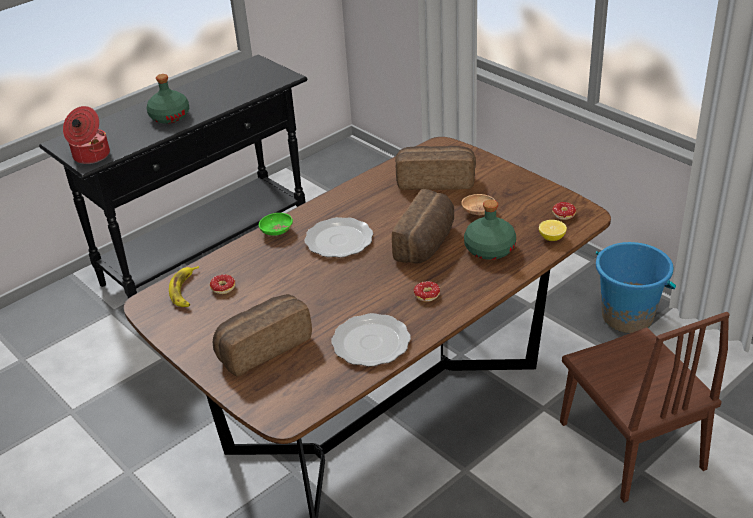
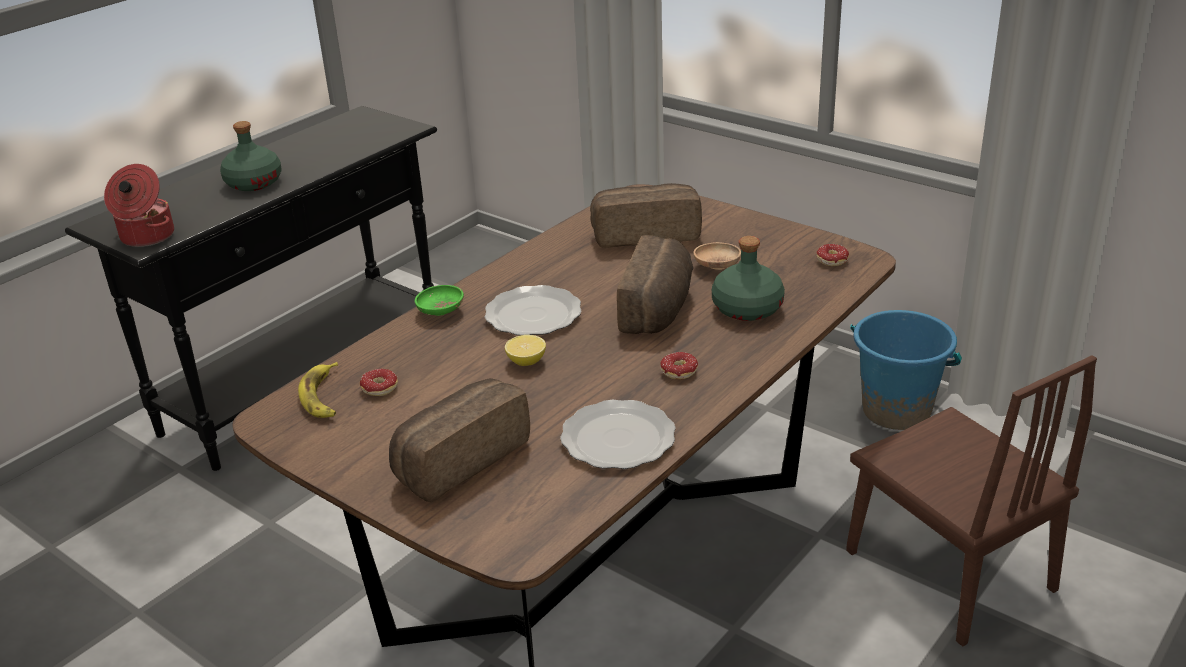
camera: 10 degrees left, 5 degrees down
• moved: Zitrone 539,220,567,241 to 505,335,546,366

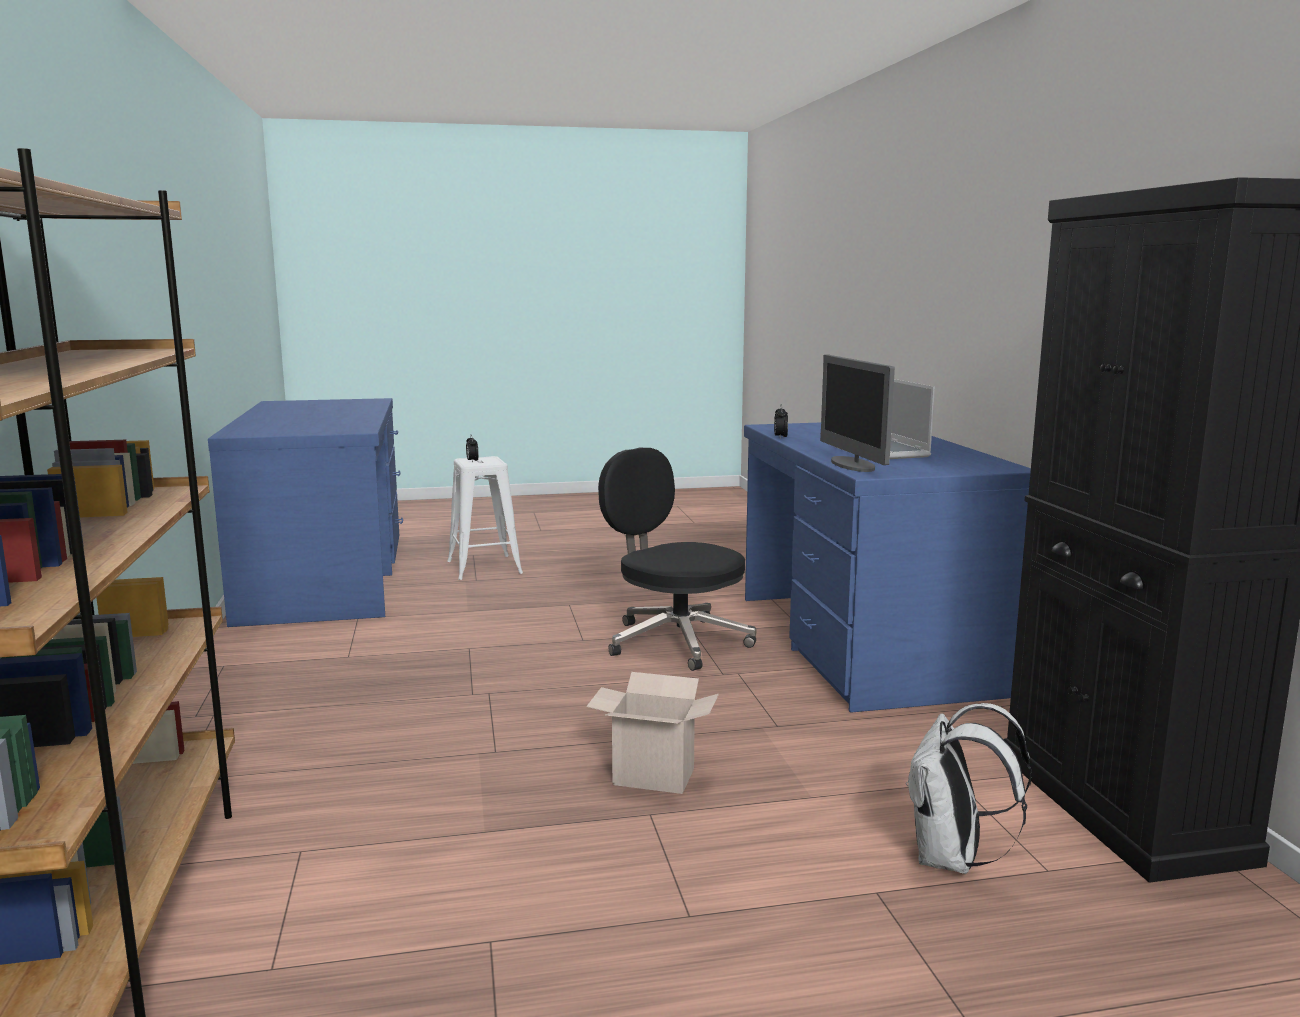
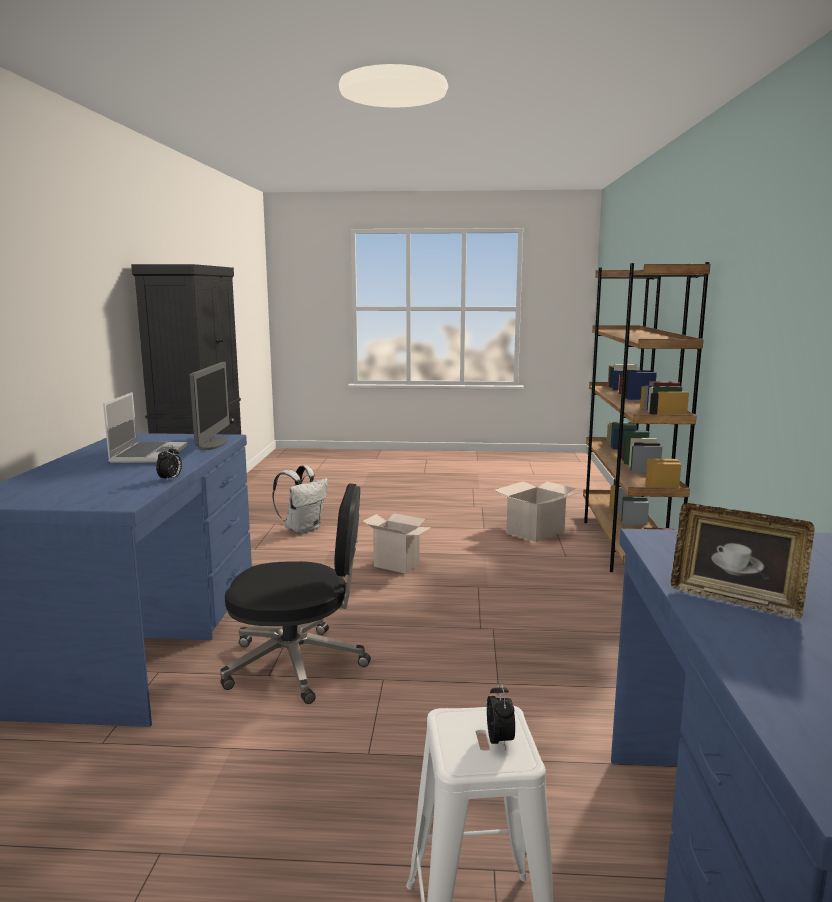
camera: 165 degrees left, 0 degrees up
• turned: Bürostuhl [schwarz] 598,448,757,671 = 220,483,371,704 60 degrees counterclockwise
• added: Karton 494,481,580,542
• added: Bilderrahmen 671,503,814,619

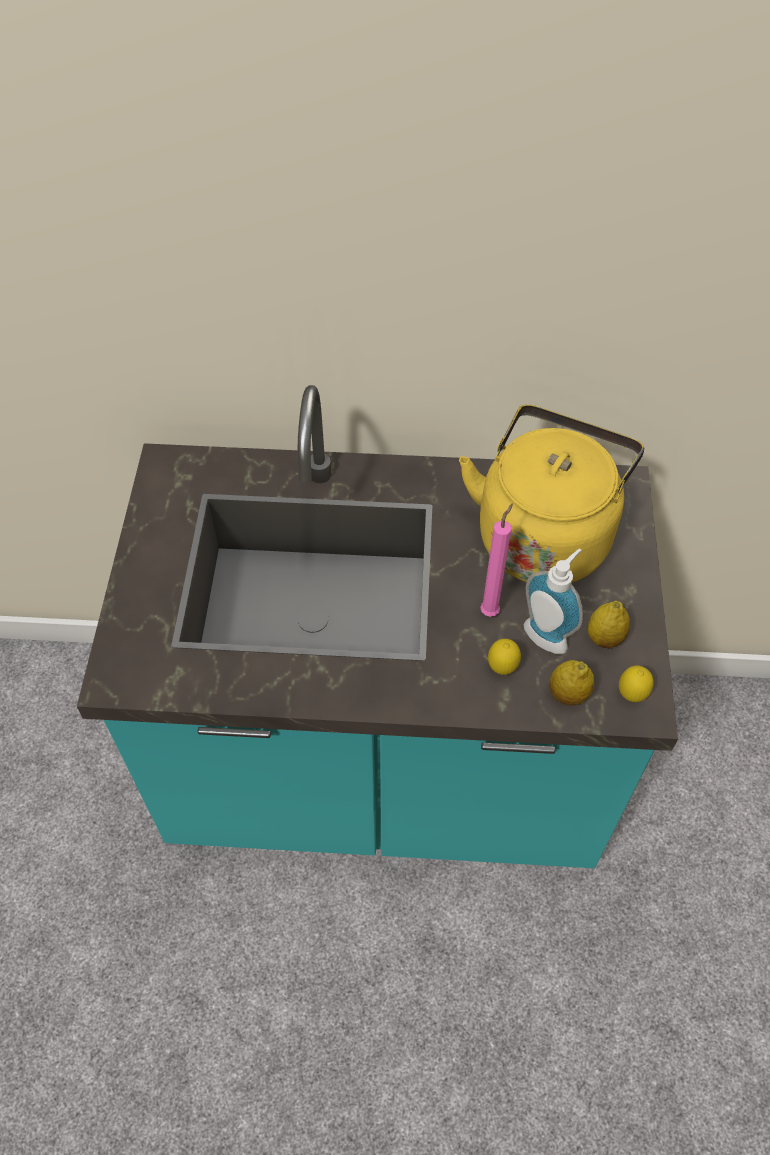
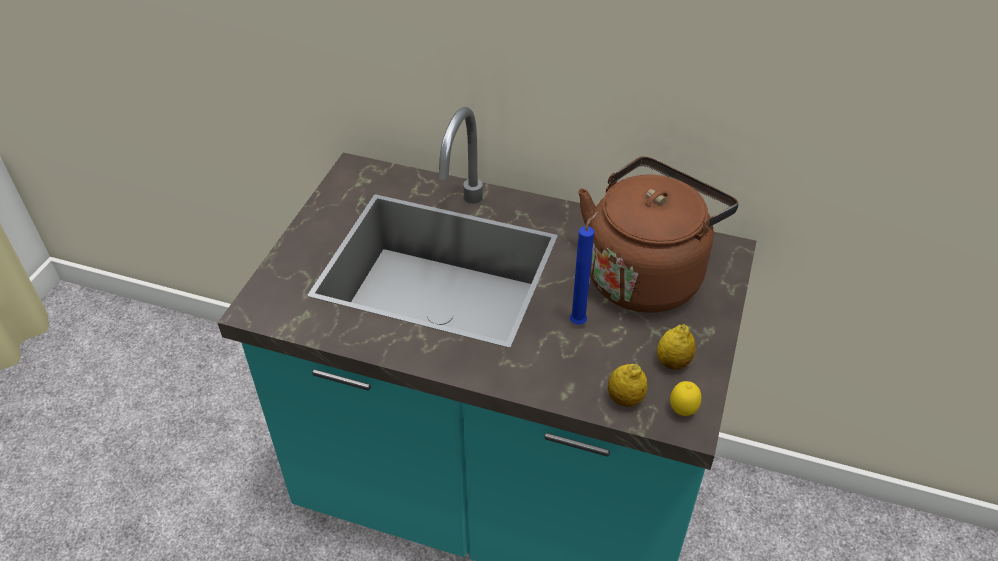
camera: 15 degrees right, 10 degrees down
• recoloured: Kerze [rosa] 480,503,513,617 to Kerze [blau] 570,212,598,325
• recoloured: Wasserkessel [gelb] 459,405,644,583 to Wasserkessel [braun] 578,157,739,313
• removed: Zitrone 488,639,521,675
• removed: Seifenspender 524,548,583,654

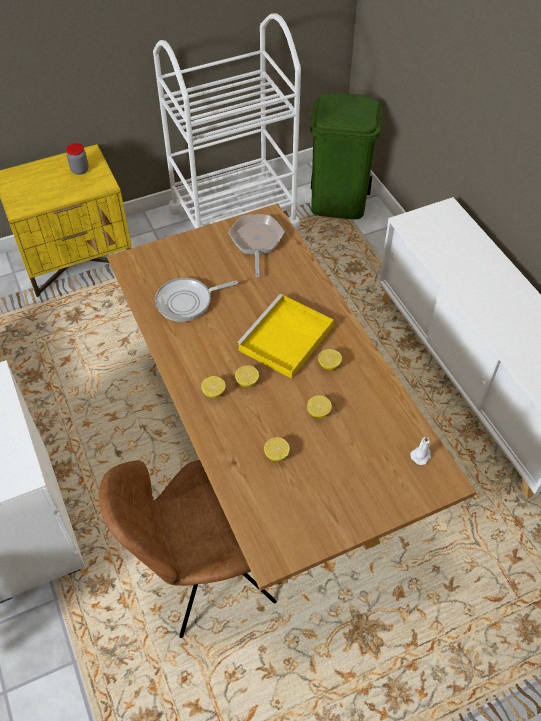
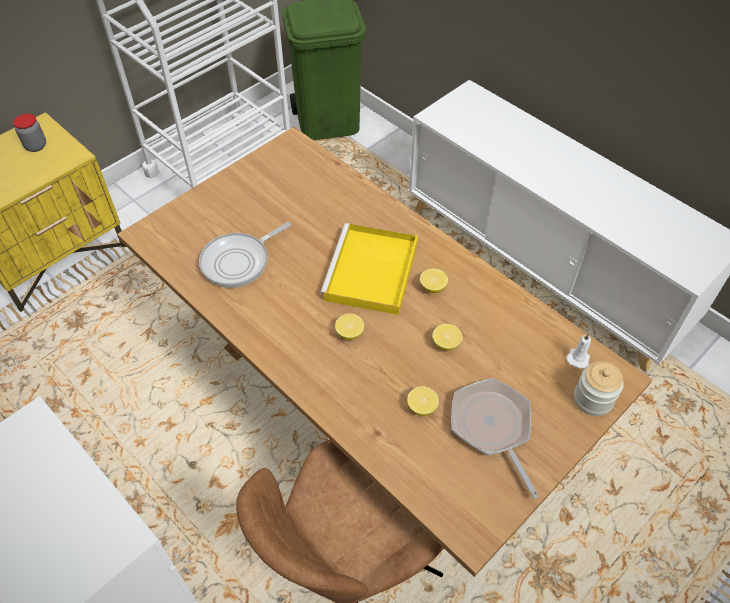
camera: 20 degrees left, 0 degrees up
• moved: Pfanne 228,215,285,278 to 451,378,539,499
• added: Vorratsglas 574,361,624,416
• removed: Zitrone 201,376,226,398

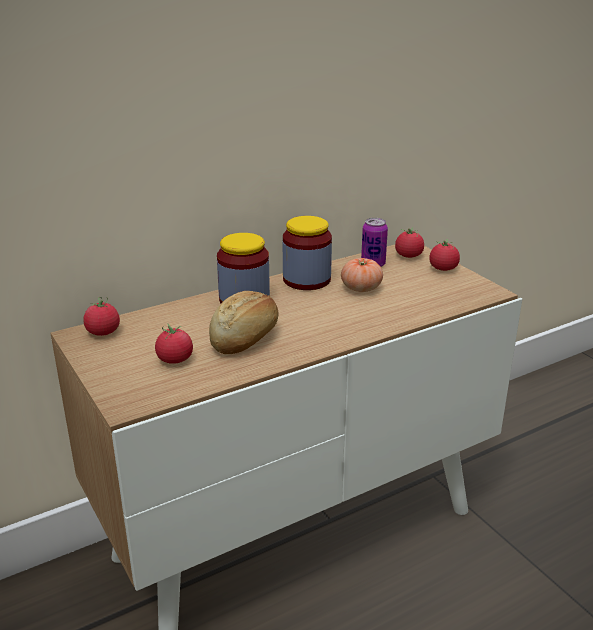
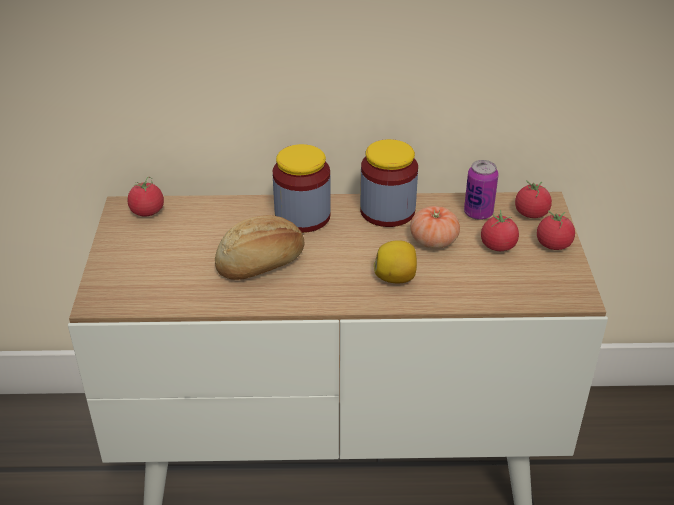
camera: 30 degrees right, 10 degrees up
• added: Zitrone 374,240,417,283
• moved: Tomate 155,324,193,364 to 481,210,519,251

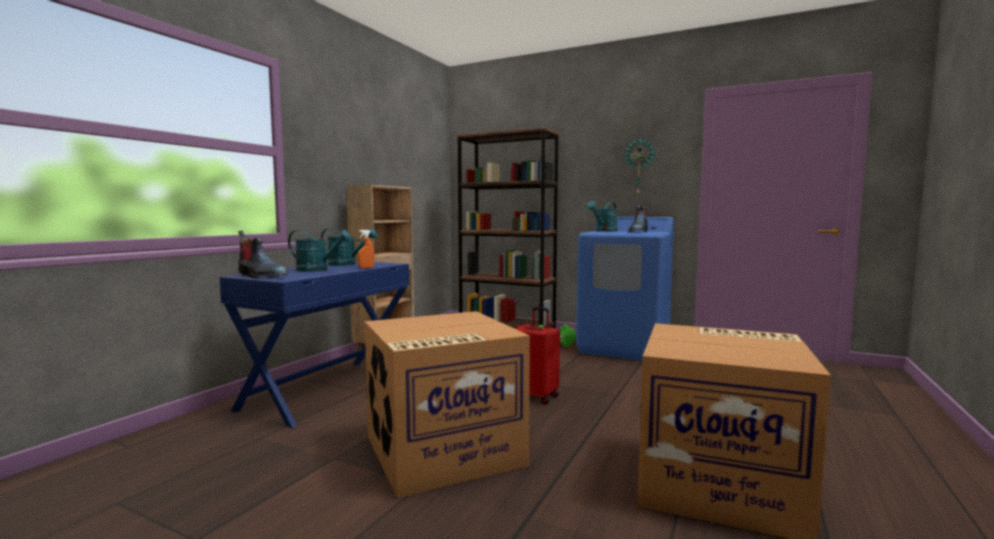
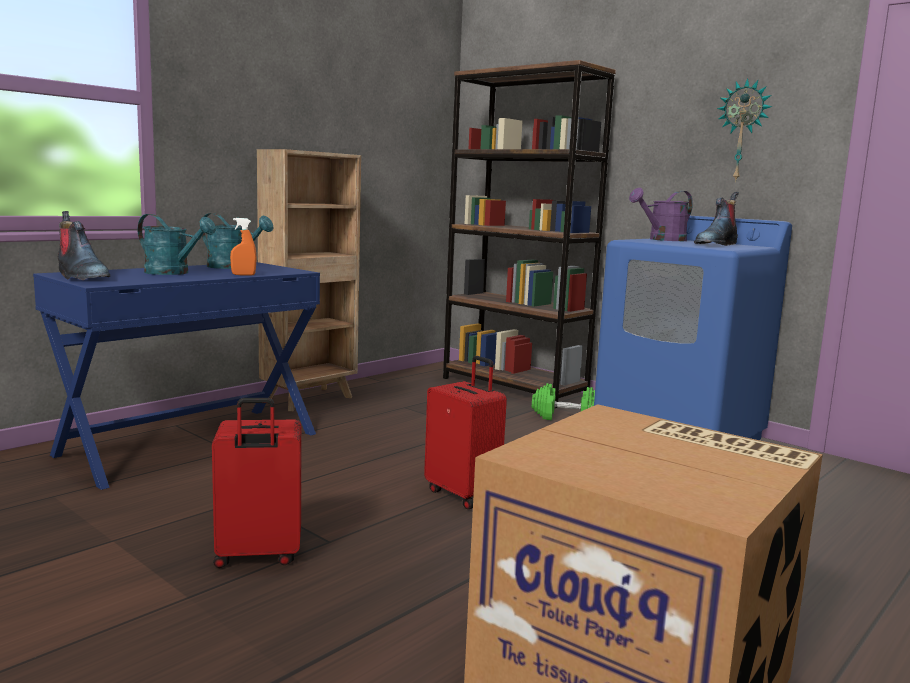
camera: 15 degrees right, 5 degrees up
• replaced: Karton 365,311,530,498 to Koffer [rot] 212,398,301,568
• recoloured: Gießkanne [türkis] 587,201,618,232 to Gießkanne [lila] 629,188,693,241

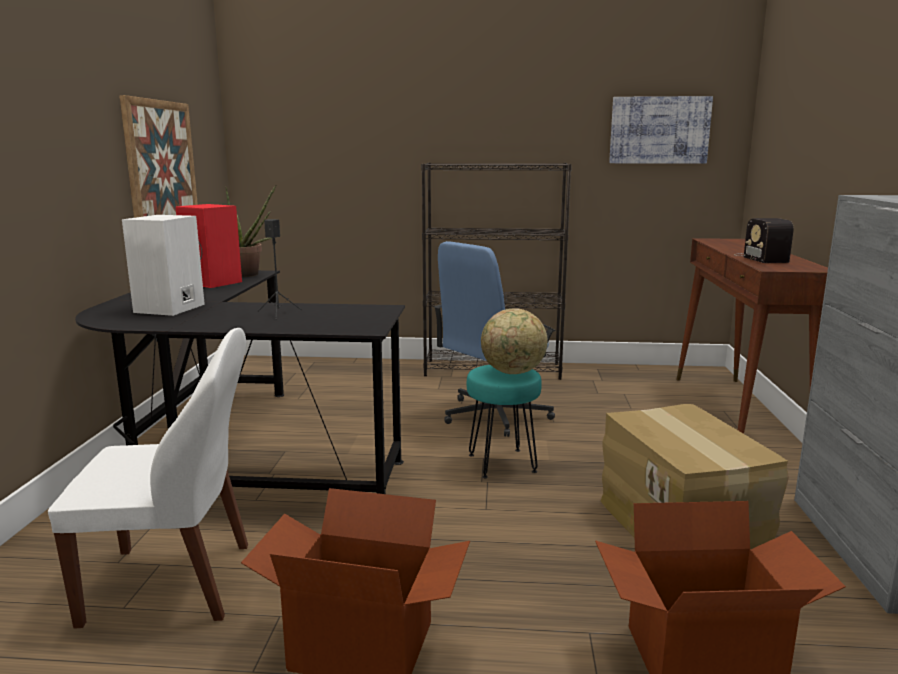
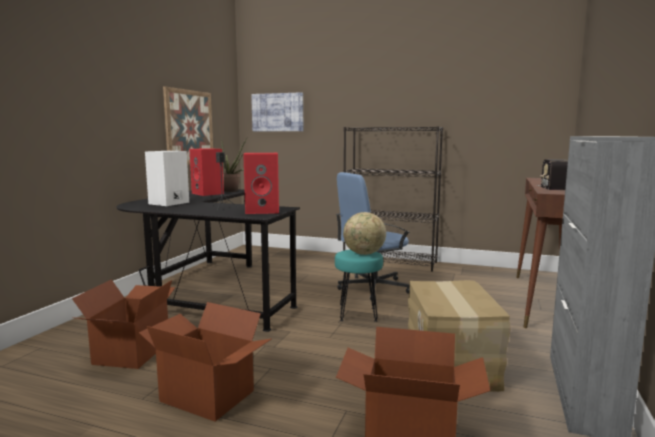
camera: 15 degrees right, 5 degrees down
• replaced: Stuhl [weiß] 48,328,248,629 to Karton 72,279,175,369
• added: Lautsprecher [rot] 243,153,279,214
• moved: Bild 609,96,713,164 to 251,92,303,131

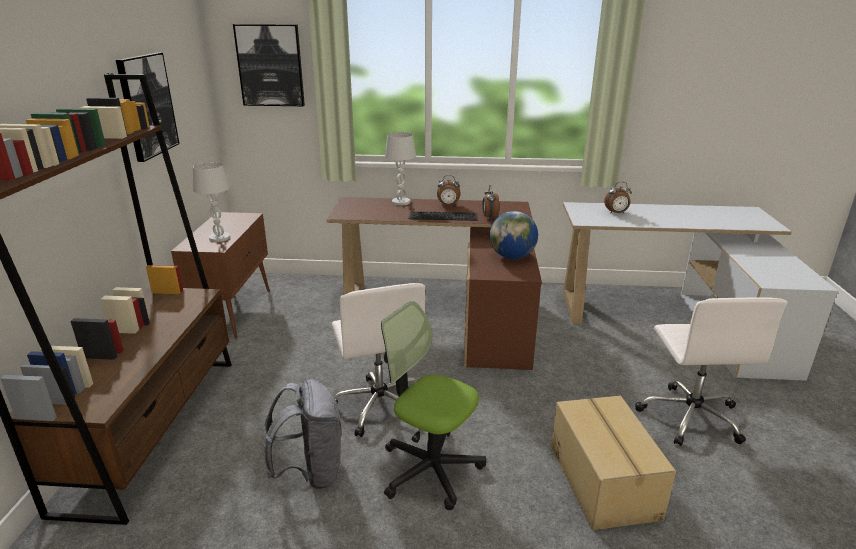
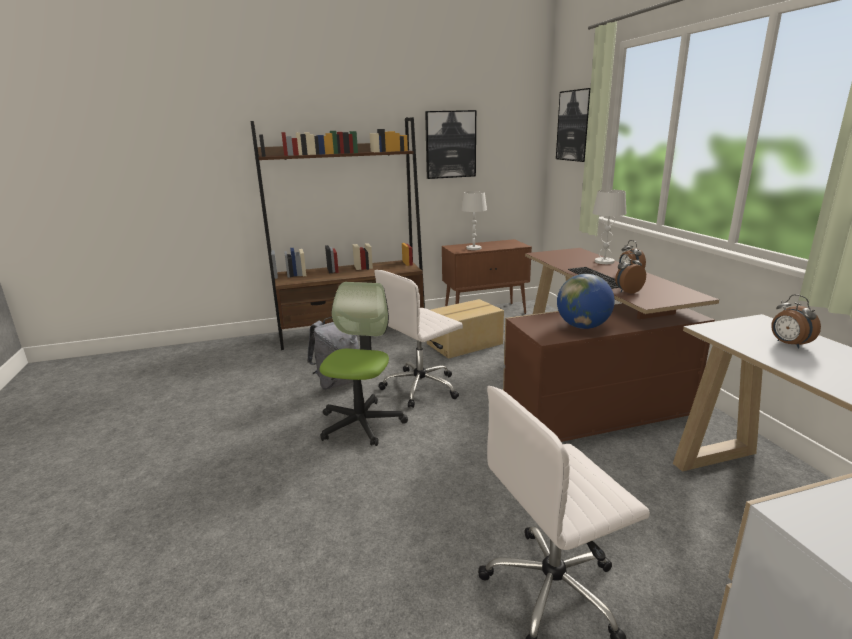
camera: 70 degrees right, 5 degrees down
• moved: Karton 551,396,676,530 to 427,299,504,359

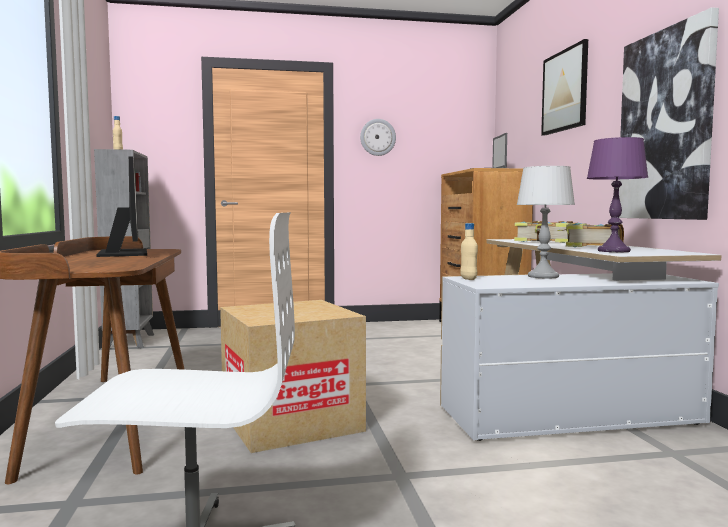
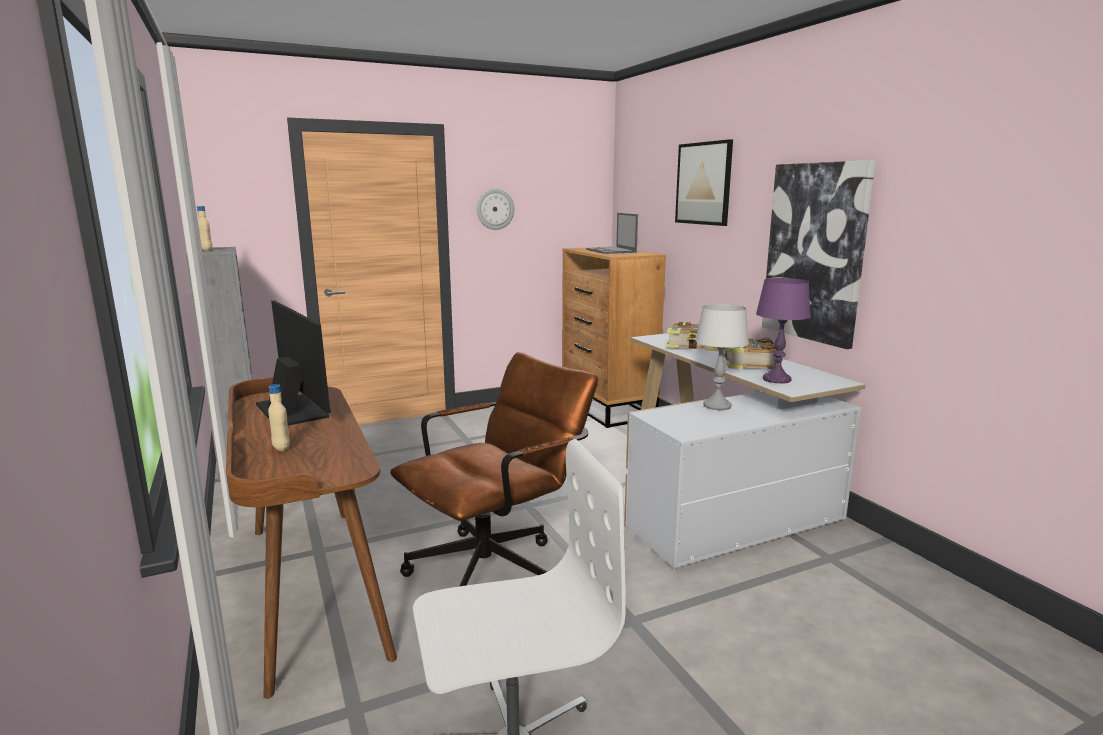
camera: 15 degrees left, 10 degrees up
• moved: Flasche [beige] 460,223,478,280 to 268,384,290,451
• replaced: Karton 220,300,366,453 to Bürostuhl [braun] 390,352,598,586

